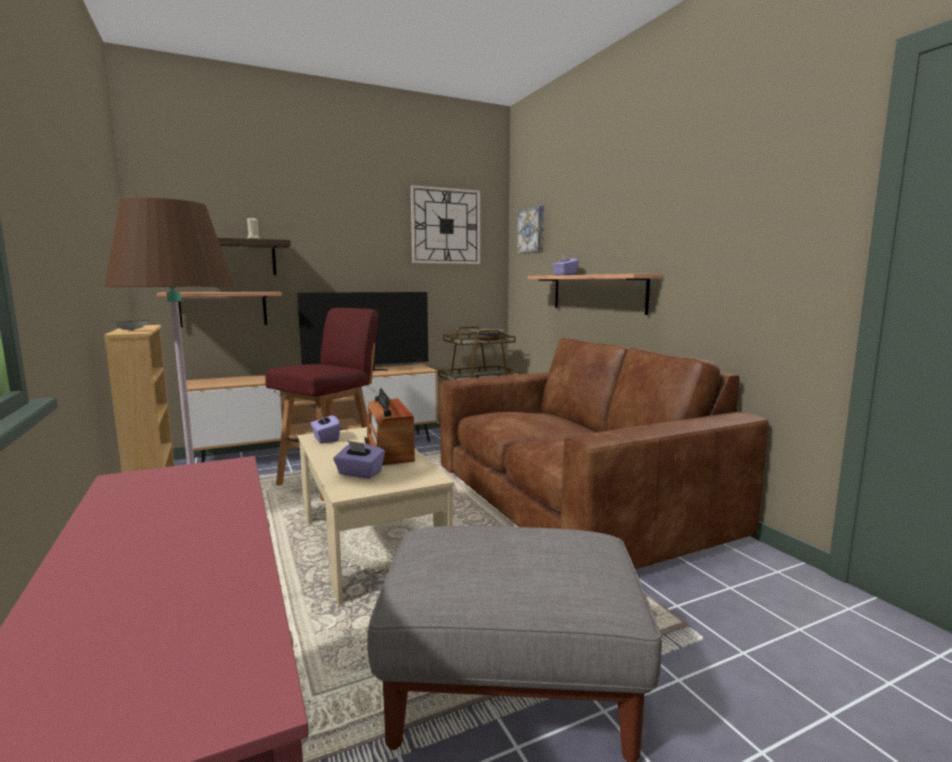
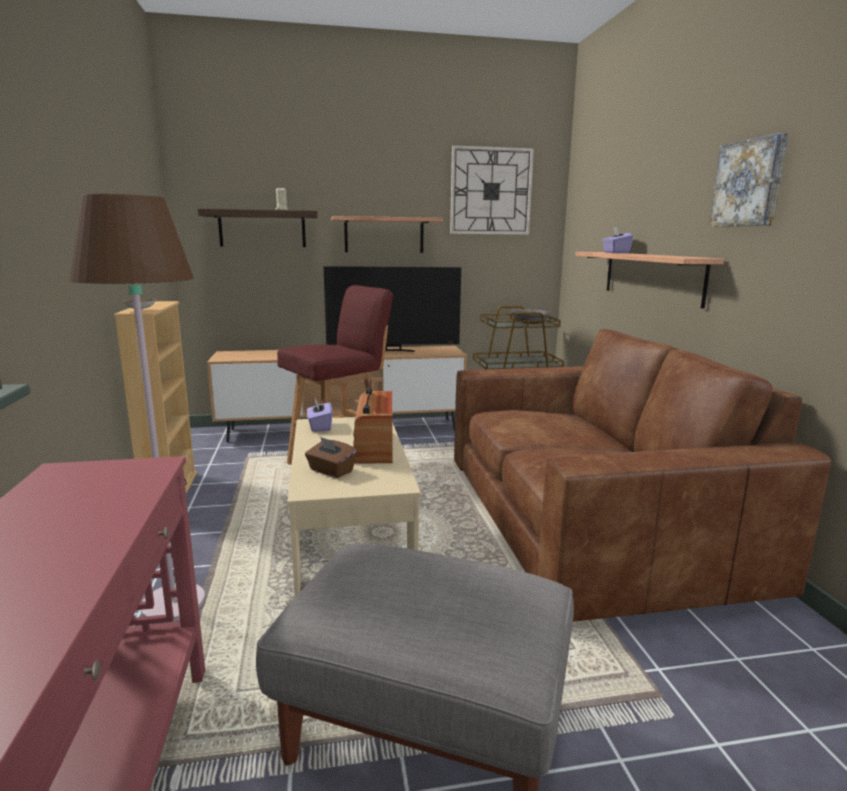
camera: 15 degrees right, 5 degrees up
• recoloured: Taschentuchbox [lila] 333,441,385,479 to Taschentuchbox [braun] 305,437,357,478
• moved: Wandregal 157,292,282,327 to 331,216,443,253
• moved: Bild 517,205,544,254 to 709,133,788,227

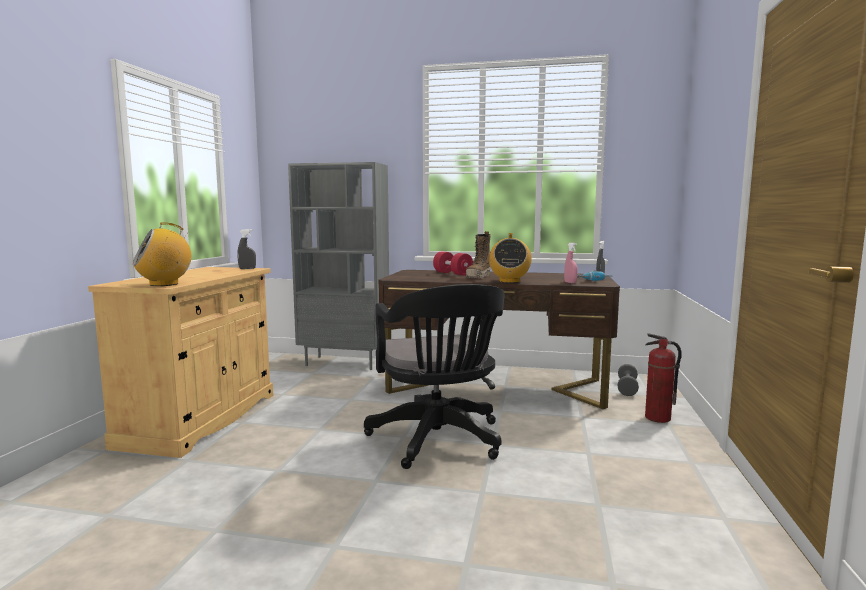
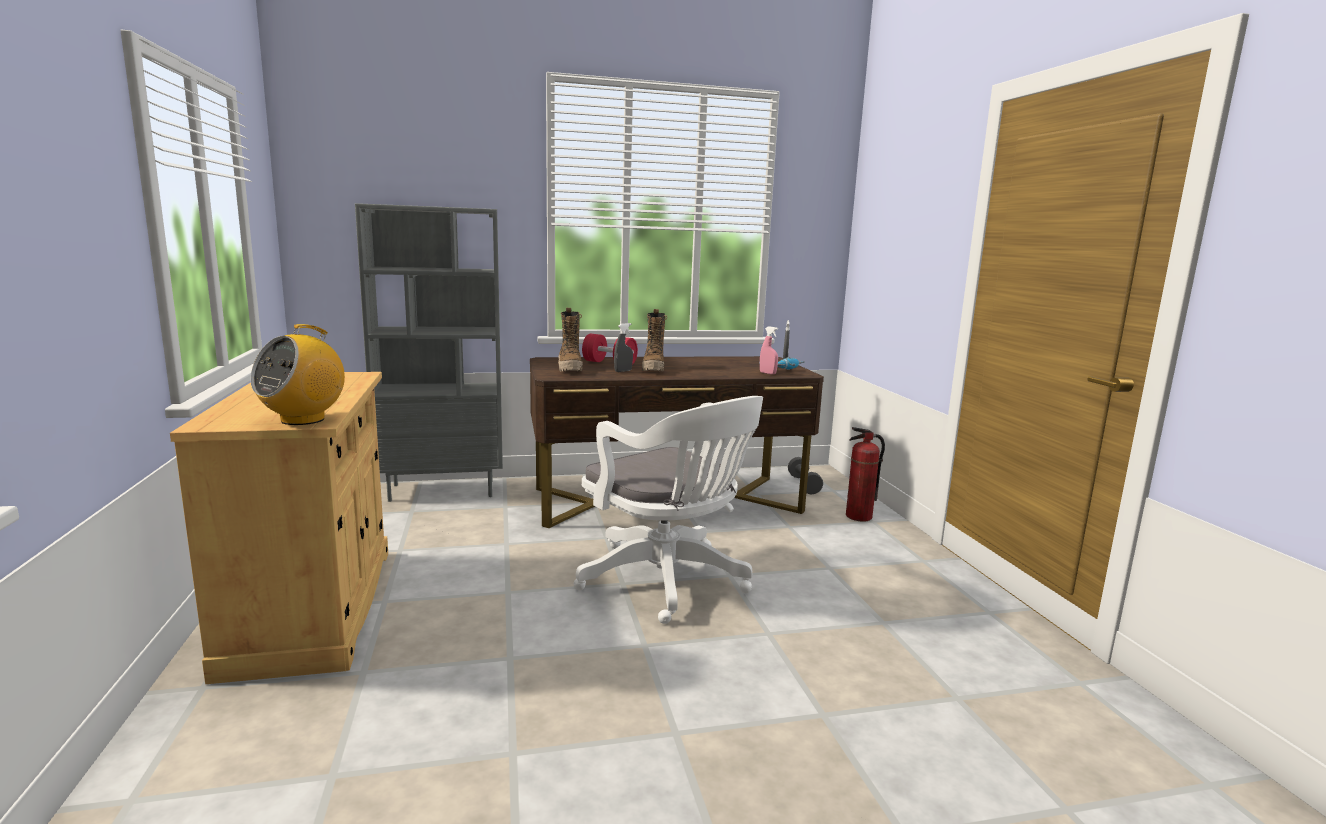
camera: 25 degrees left, 5 degrees up
• added: Stiefel 558,308,583,372
• recoloured: Bürostuhl [schwarz] 364,284,505,469 to Bürostuhl [weiß] 574,396,763,624
• moved: Sprühflasche [grau] 237,229,256,269 to 614,323,633,372
• removed: Radio 489,233,532,283

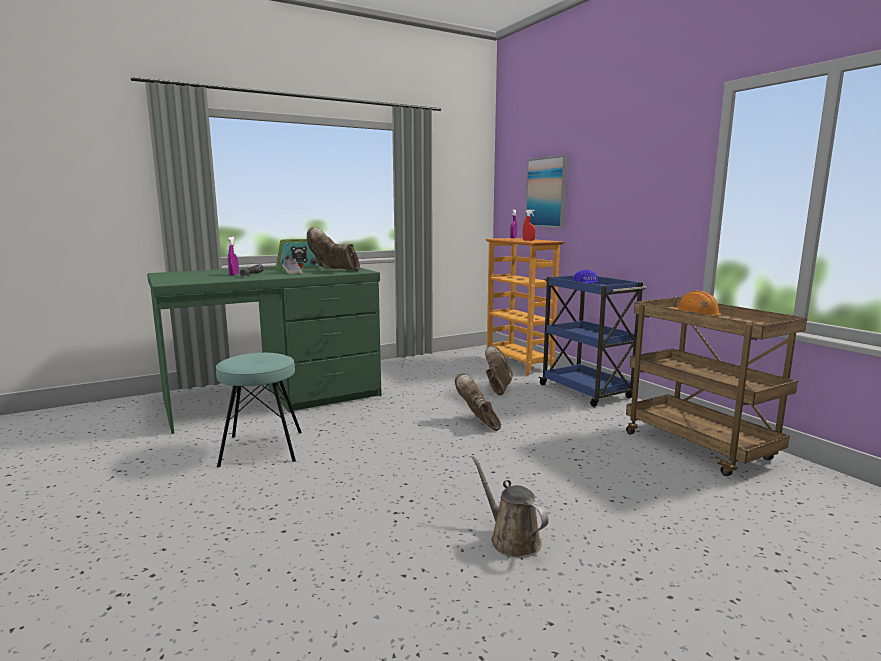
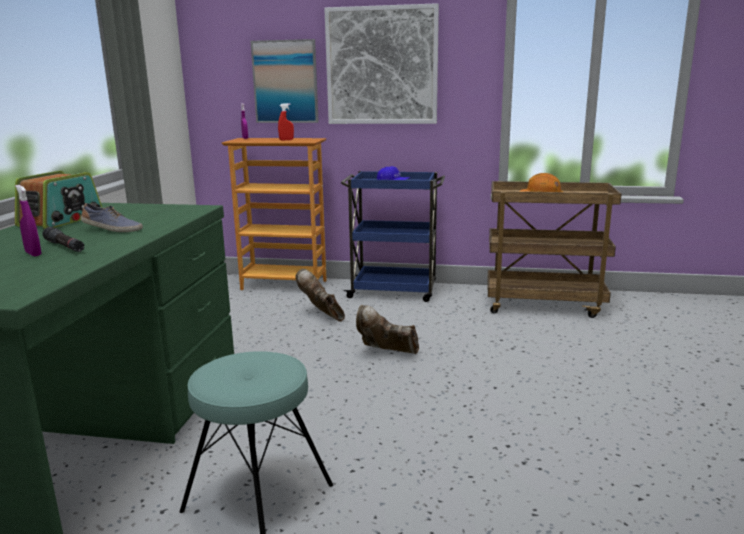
camera: 50 degrees left, 5 degrees up
• added: Bild 324,3,439,124
• removed: Stiefel [braun] 307,227,360,271
• removed: Gießkanne [braun] 472,456,549,557

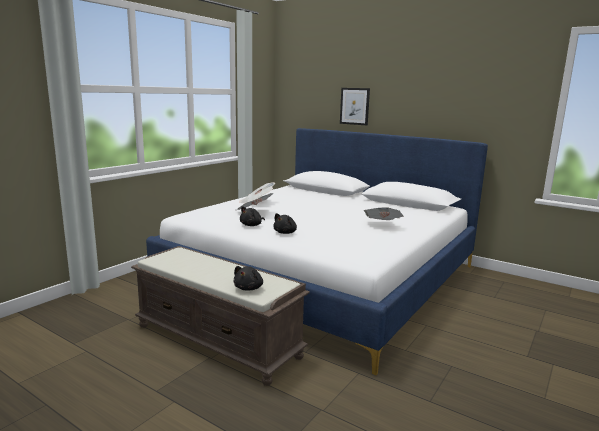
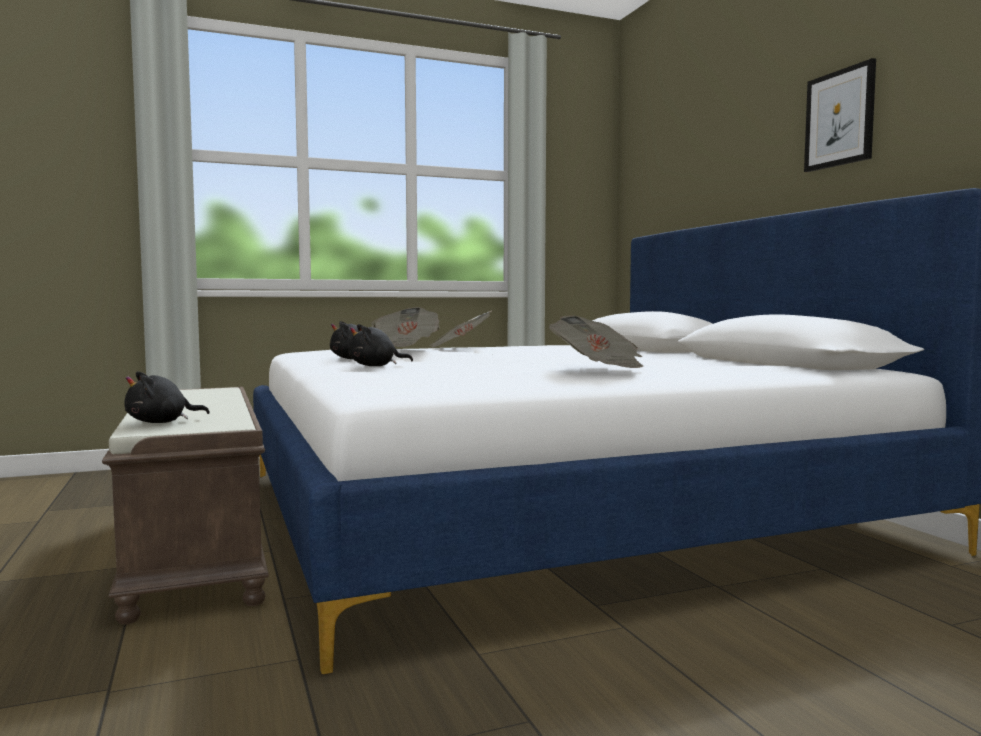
camera: 35 degrees right, 10 degrees down
• moved: Bild 340,88,370,125 to 804,58,876,172

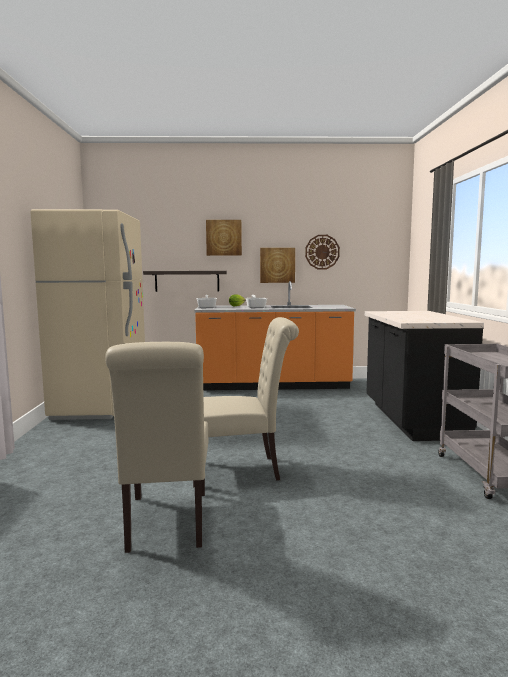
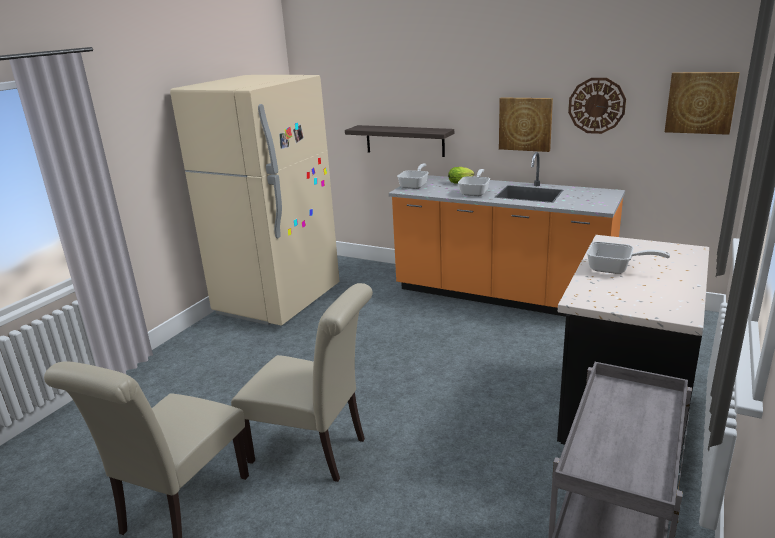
camera: 30 degrees right, 15 degrees up
• added: Pfanne 587,242,670,274
• moved: Bild 206,220,242,256 to 665,72,740,135

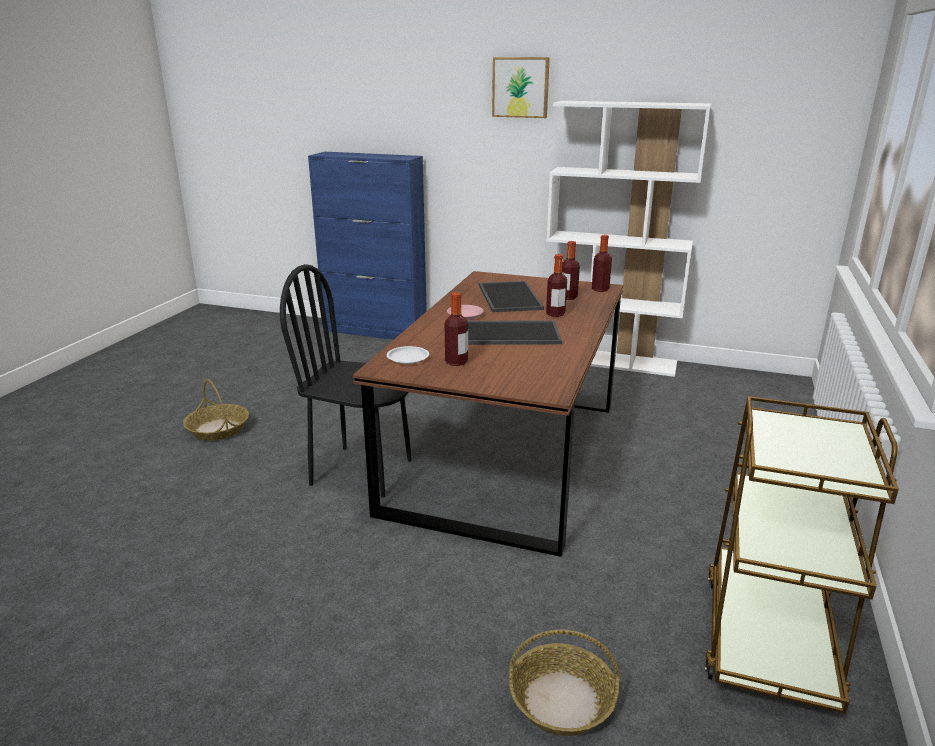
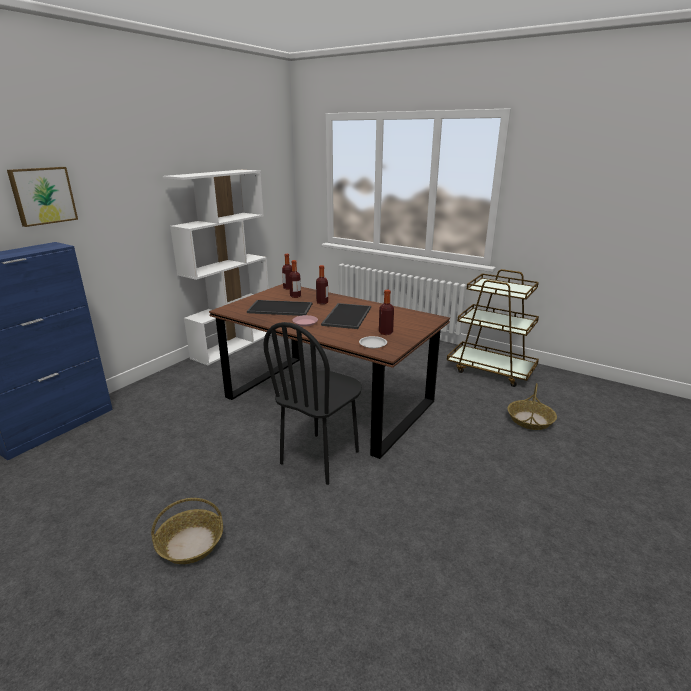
camera: 75 degrees left, 0 degrees up
• moved: Bild 492,57,550,118 to 7,167,78,227

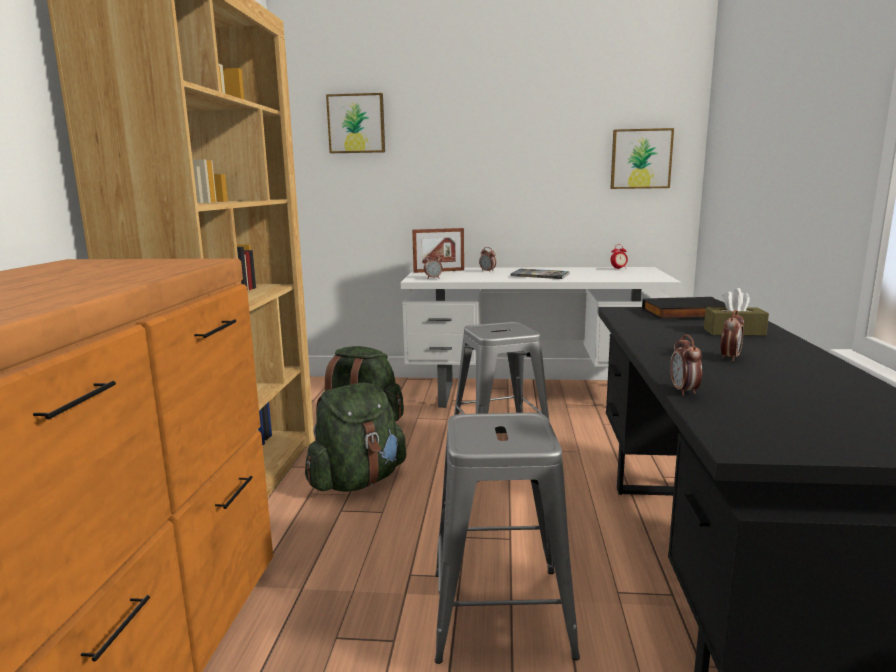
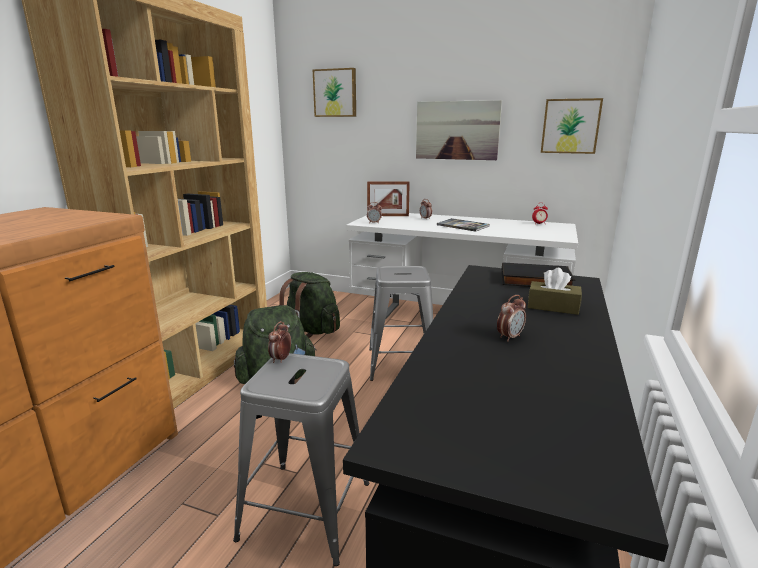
camera: 15 degrees right, 5 degrees up
• moved: Wecker 670,334,702,396 to 268,321,291,363
• added: Bild 416,100,502,160

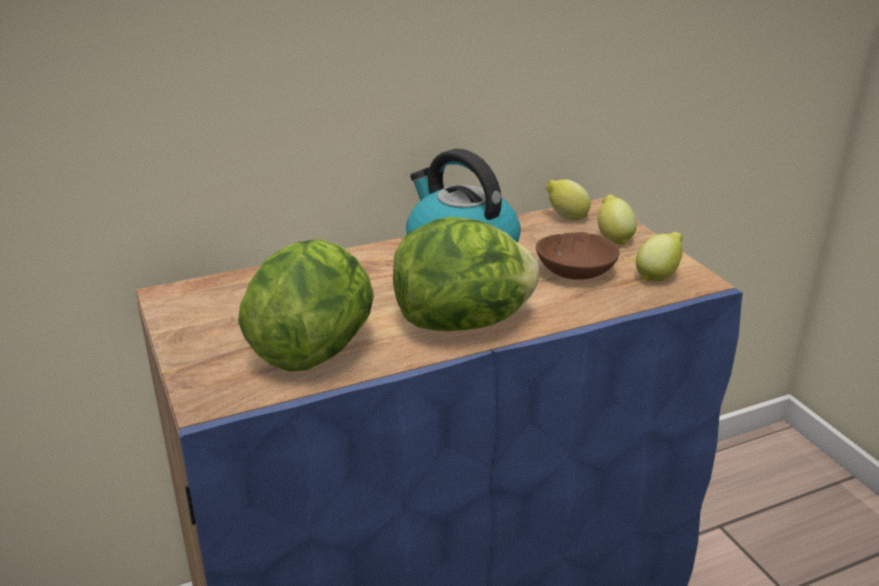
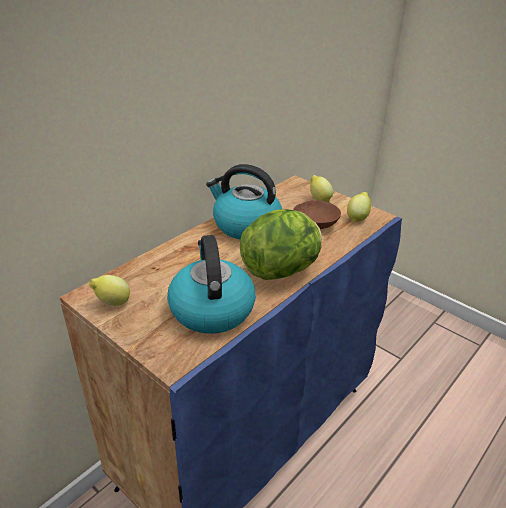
camera: 25 degrees left, 5 degrees up
• moved: Zitrone 546,179,591,220 to 89,275,130,306
• replaced: Salatkopf 238,239,374,371 to Wasserkessel 167,235,256,334

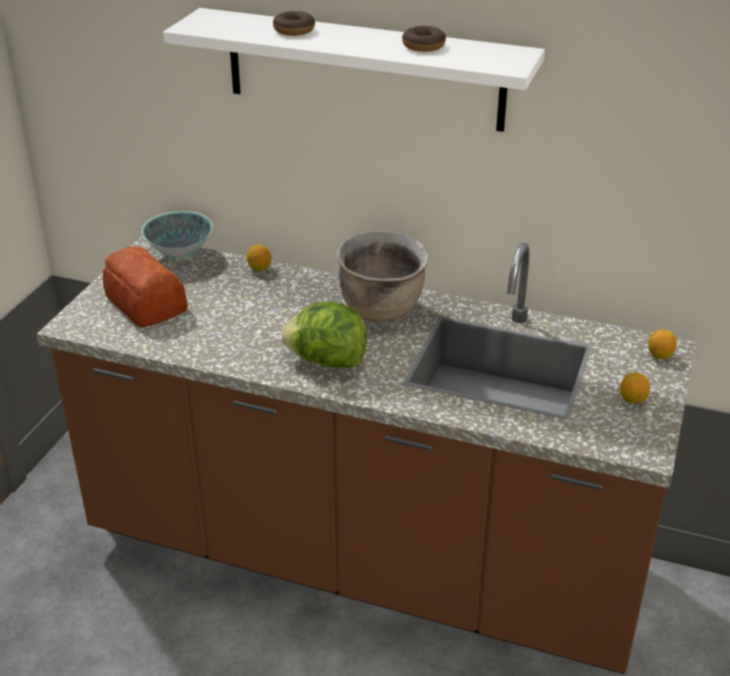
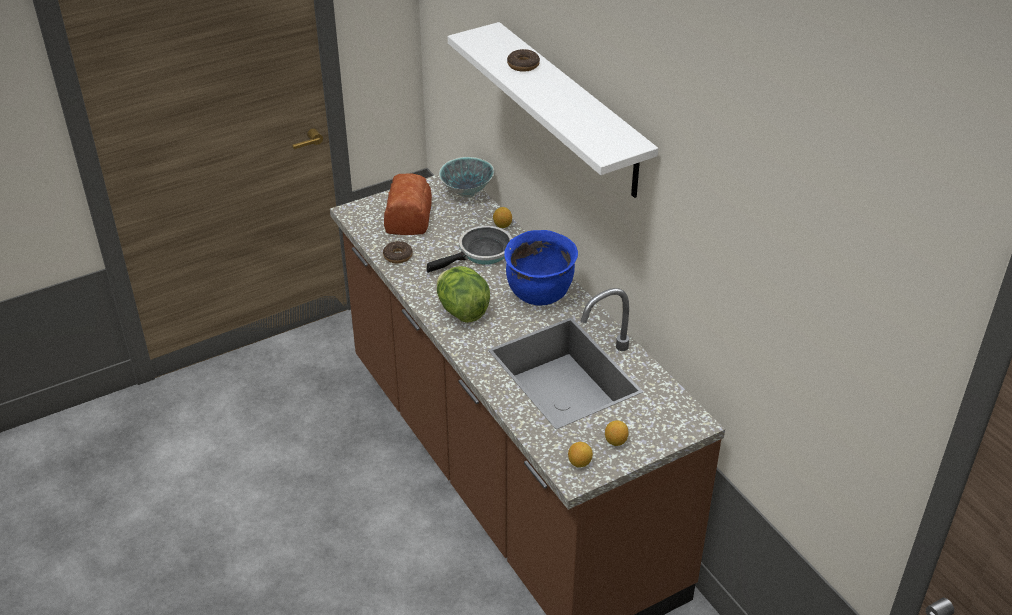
camera: 40 degrees right, 5 degrees up
• moved: Donut 402,26,446,52 to 383,241,413,263
• added: Pfanne 427,226,512,273
• recoloured: Kochtopf [braun] 336,231,429,323 to Kochtopf [blau] 504,230,578,306
• moved: Zitrone 648,330,677,359 to 568,442,593,468

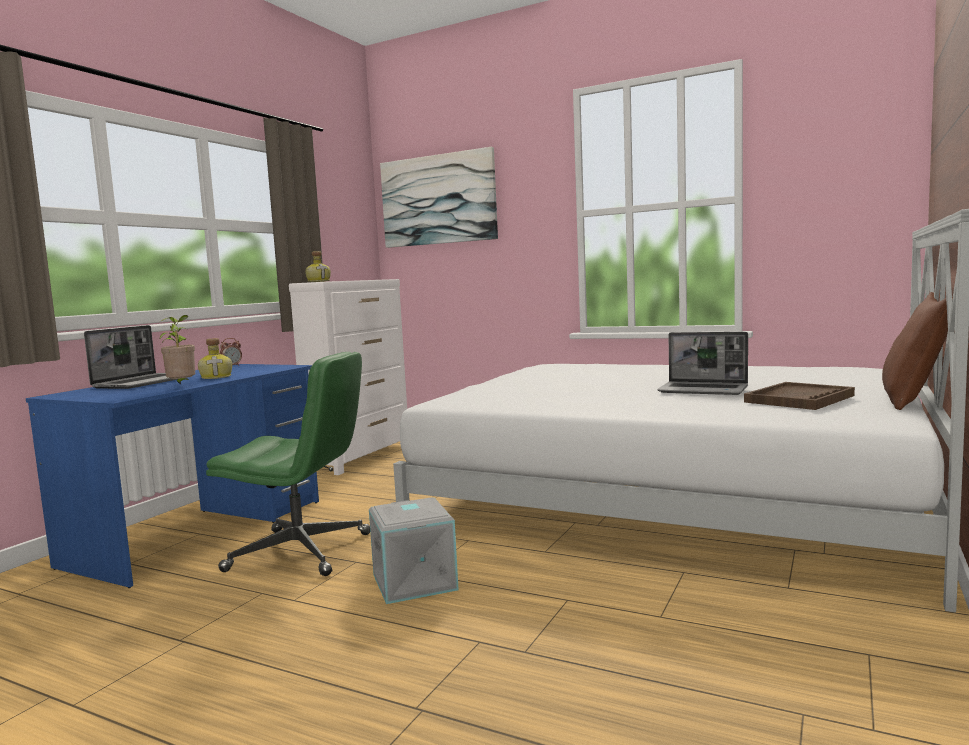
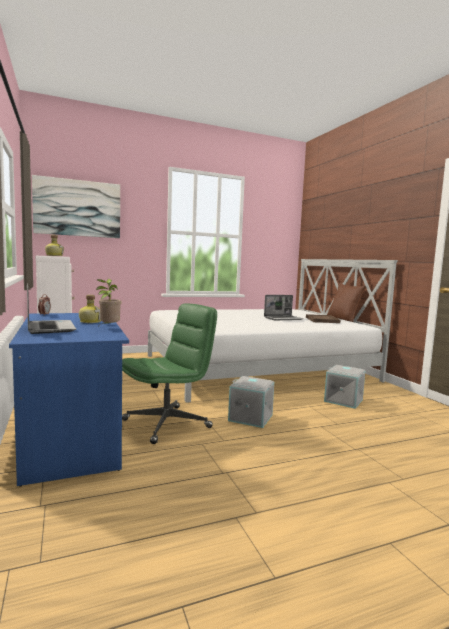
camera: 50 degrees left, 0 degrees up
• added: Aufbewahrungsbox [grau] 324,365,365,409

